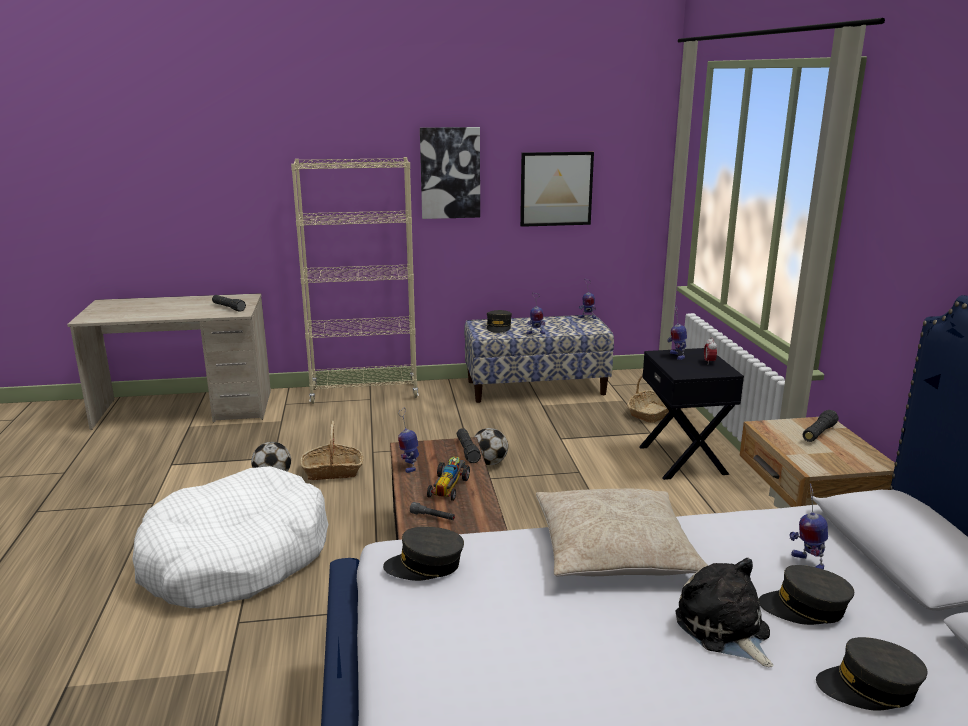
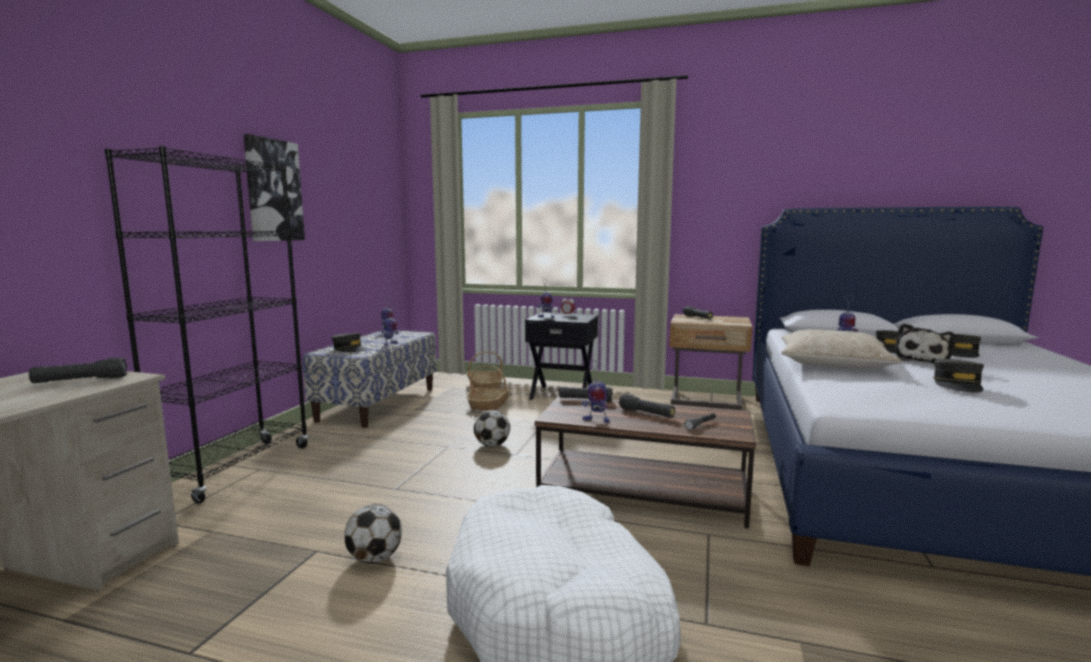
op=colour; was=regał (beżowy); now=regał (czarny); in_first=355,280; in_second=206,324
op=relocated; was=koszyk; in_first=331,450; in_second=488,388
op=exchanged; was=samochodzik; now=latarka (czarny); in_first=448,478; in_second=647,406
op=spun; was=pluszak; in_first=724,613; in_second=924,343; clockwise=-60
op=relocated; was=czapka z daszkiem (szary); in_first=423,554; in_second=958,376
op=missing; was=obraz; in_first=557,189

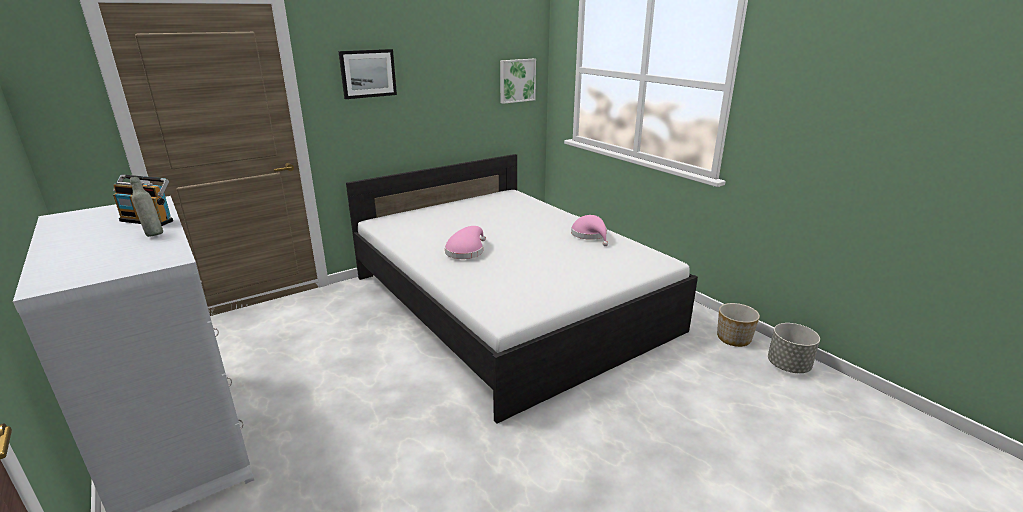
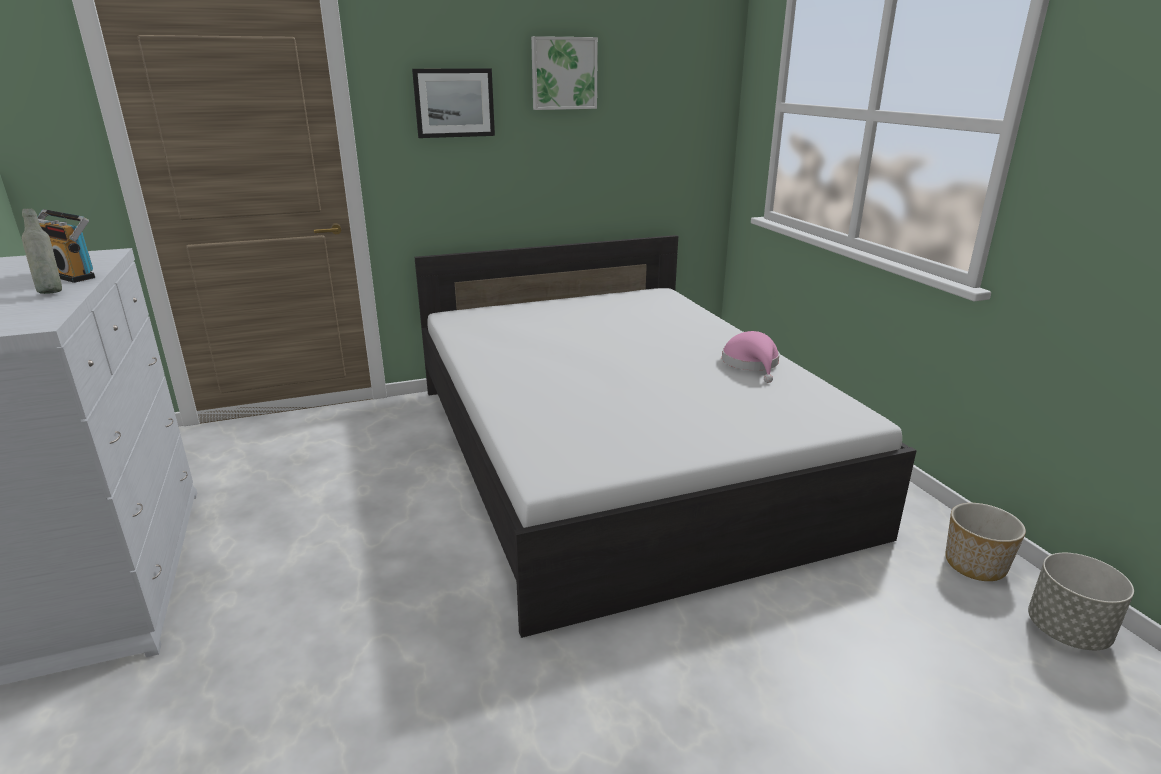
op=relocated; was=obraz; in_first=518,81; in_second=564,73
op=missing; was=kapelusz (różowy); in_first=465,242

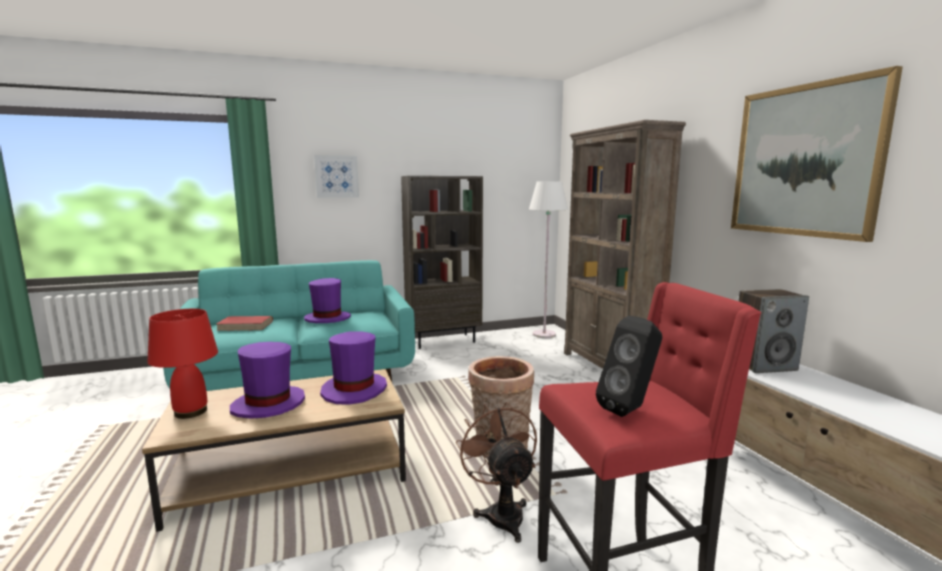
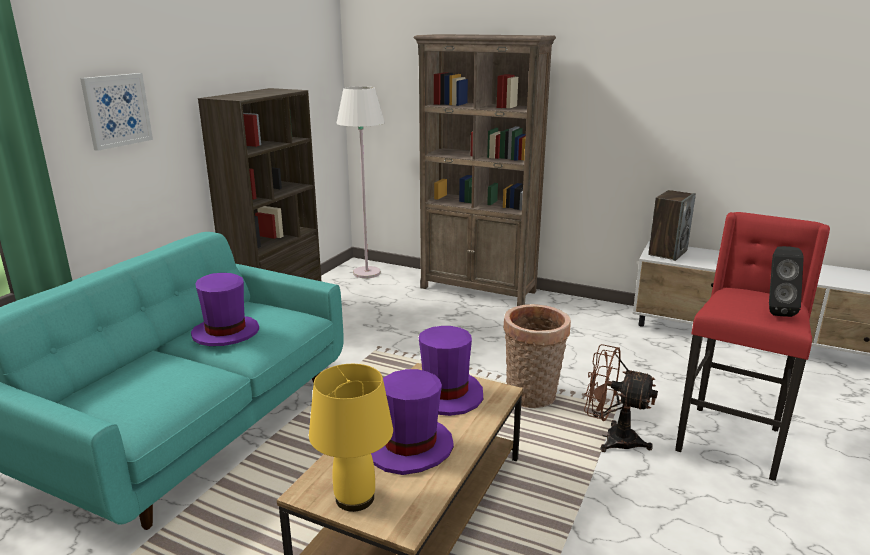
op=colour; was=lampa stołowa (czerwony); now=lampa stołowa (żółty); in_first=182,364; in_second=351,438
op=missing; was=książka (czerwony); in_first=244,323
op=missing; was=obraz; in_first=817,154

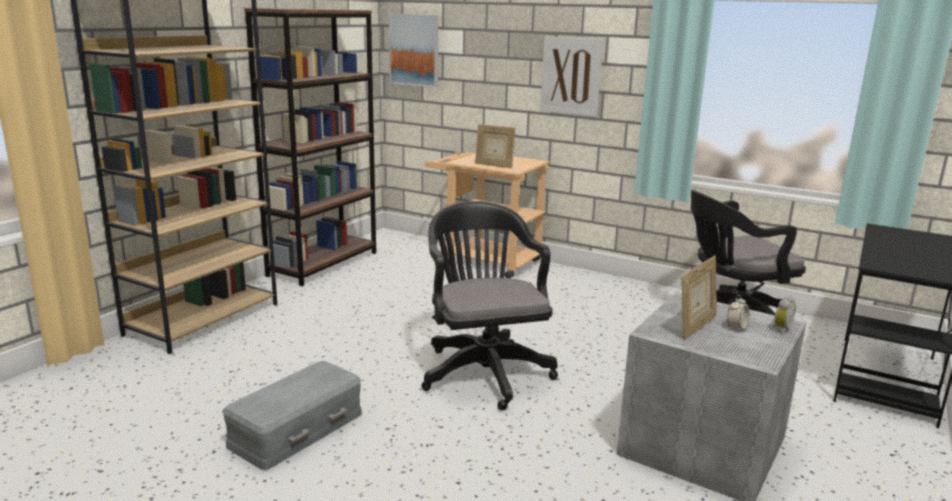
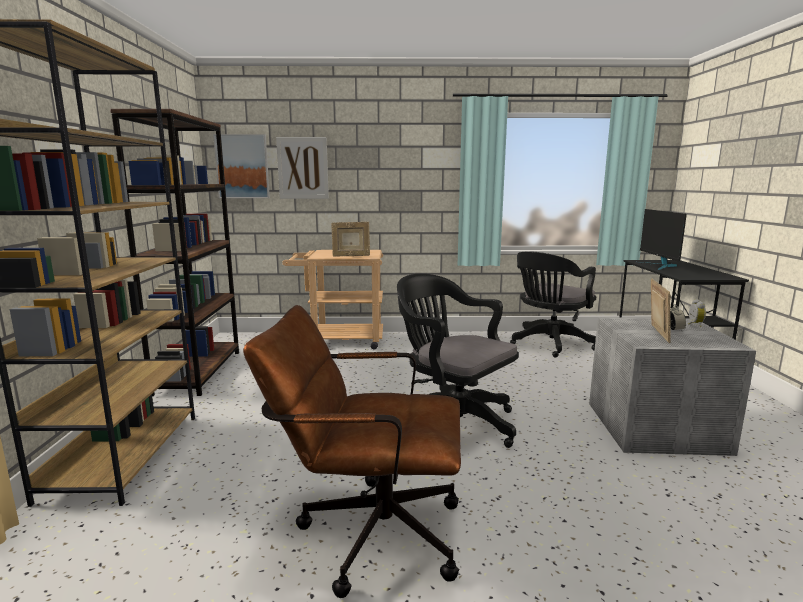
op=exchanged; was=pojemnik do przechowywania (szary); now=krzesło biurowe (brązowy); in_first=292,415; in_second=352,451
op=relocated; was=obraz; in_first=571,76; in_second=302,168
op=appeared; now=monitor; in_second=661,239

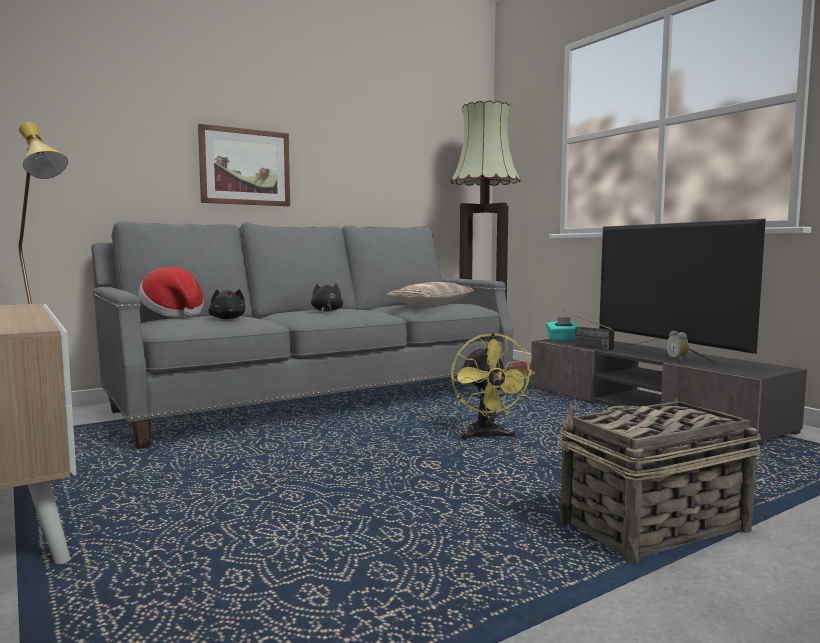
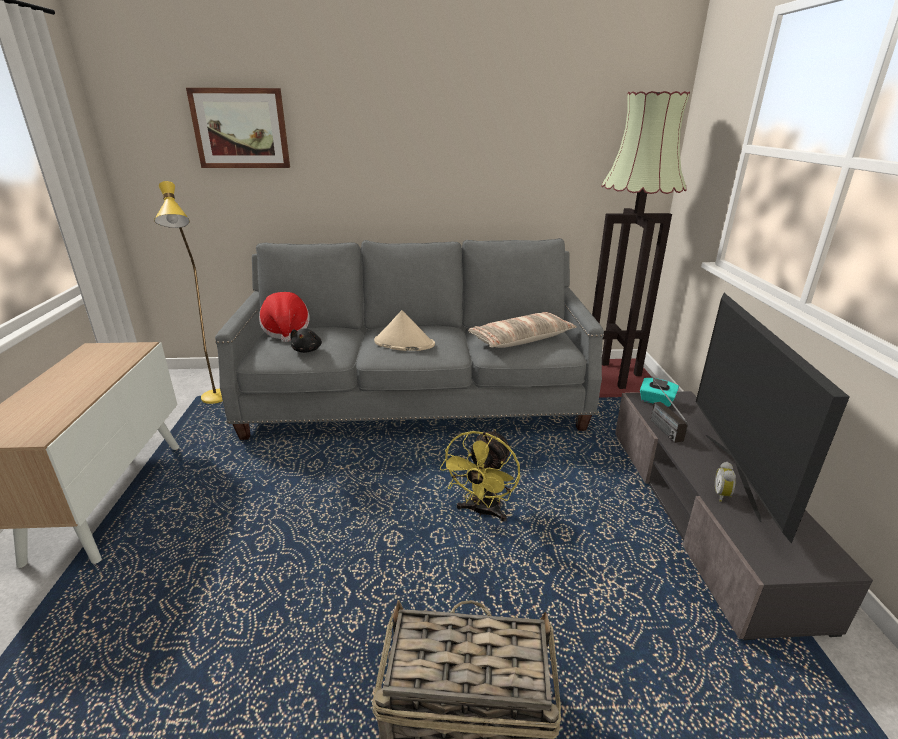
op=relocated; was=obraz; in_first=244,165; in_second=238,128
op=exchanged; was=pluszak (czarny); now=kapelusz (beżowy); in_first=327,297; in_second=404,330

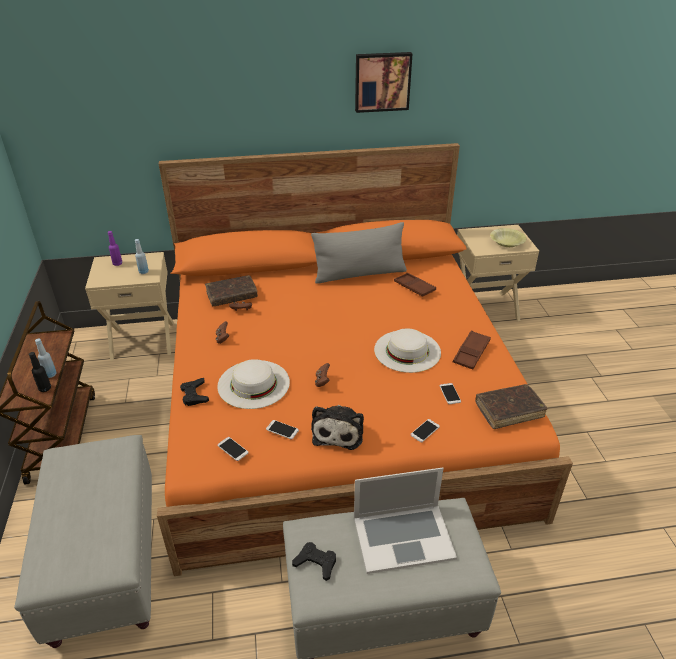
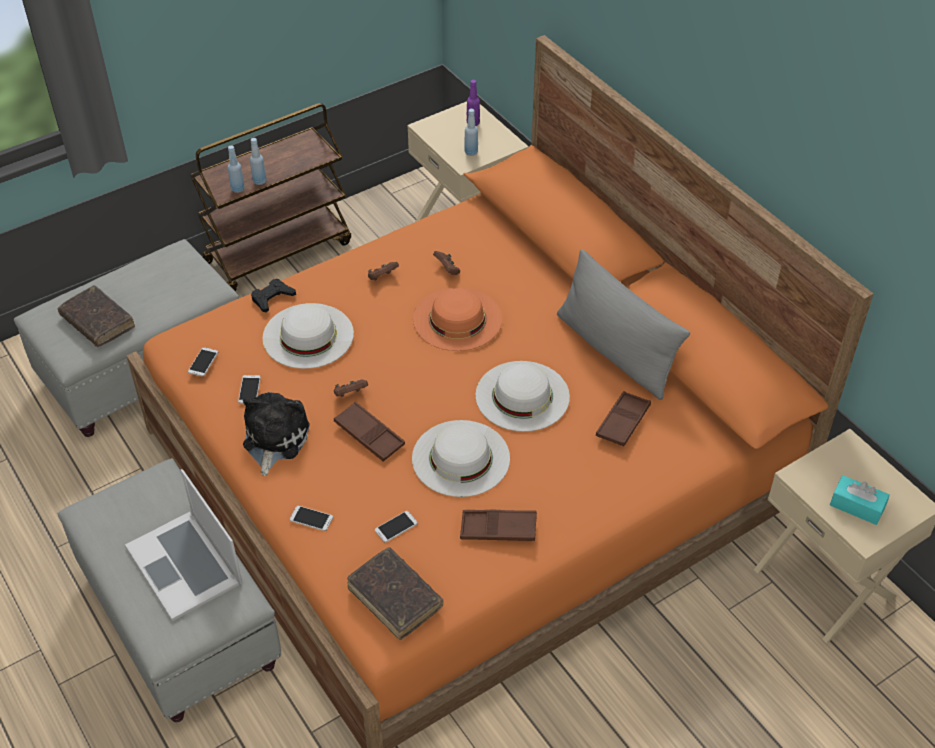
op=relocated; was=książka (brązowy); in_first=231,290; in_second=96,316
op=colour; was=butelka (czarny); now=butelka (niebieski); in_first=40,372; in_second=236,169
op=spun; was=pluszak; in_first=337,427; in_second=276,434; clockwise=120
op=appeared; now=taca (brązowy); in_second=369,432
op=appeared; now=kapelusz (pomarańczowy); in_second=457,319
op=appeared; now=kapelusz (biały); in_second=523,396
op=exchanged; was=miska (żółty); now=pudełko chusteczek (turkusowy); in_first=508,237; in_second=860,500
op=missing; was=pad do gier (czarny); in_first=314,561
op=missing; was=obraz; in_first=383,82

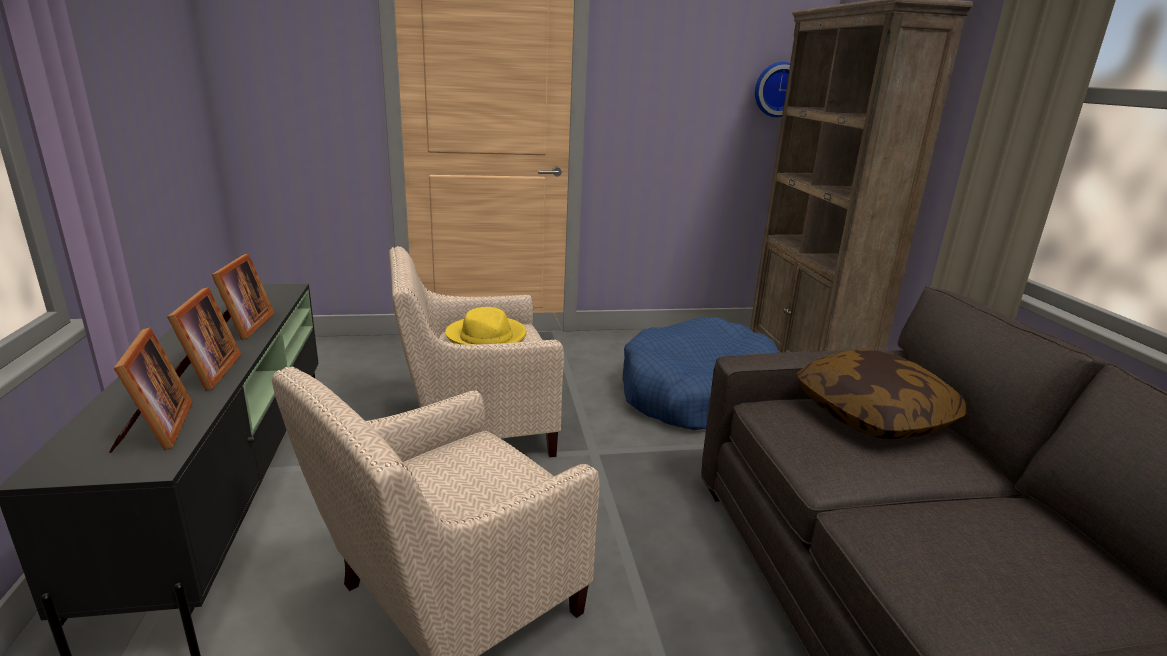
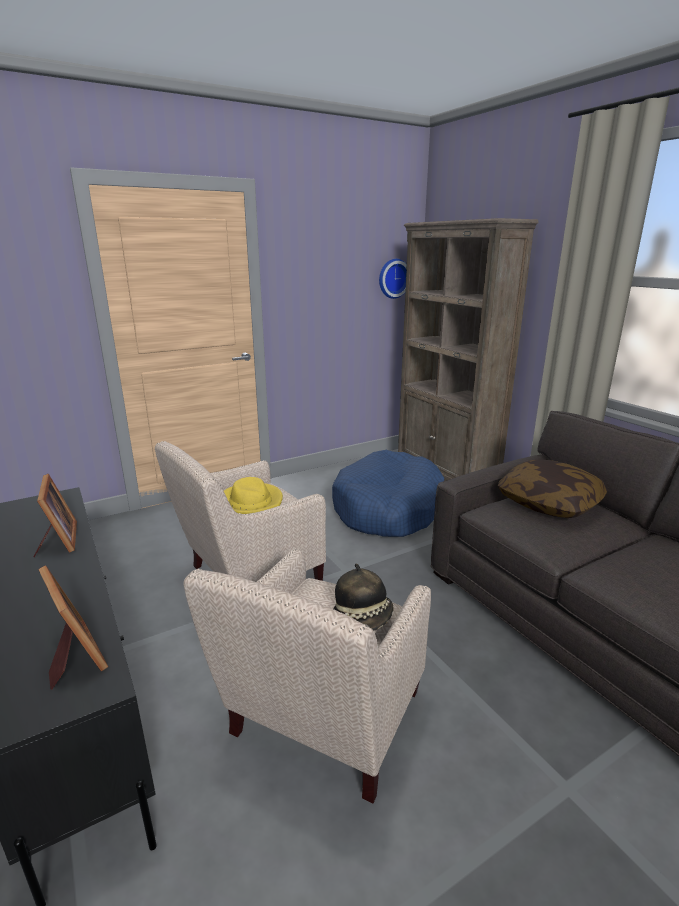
op=appeared; now=kapelusz; in_second=363,597
op=missing; was=ramka na zdjęcie; in_first=204,339

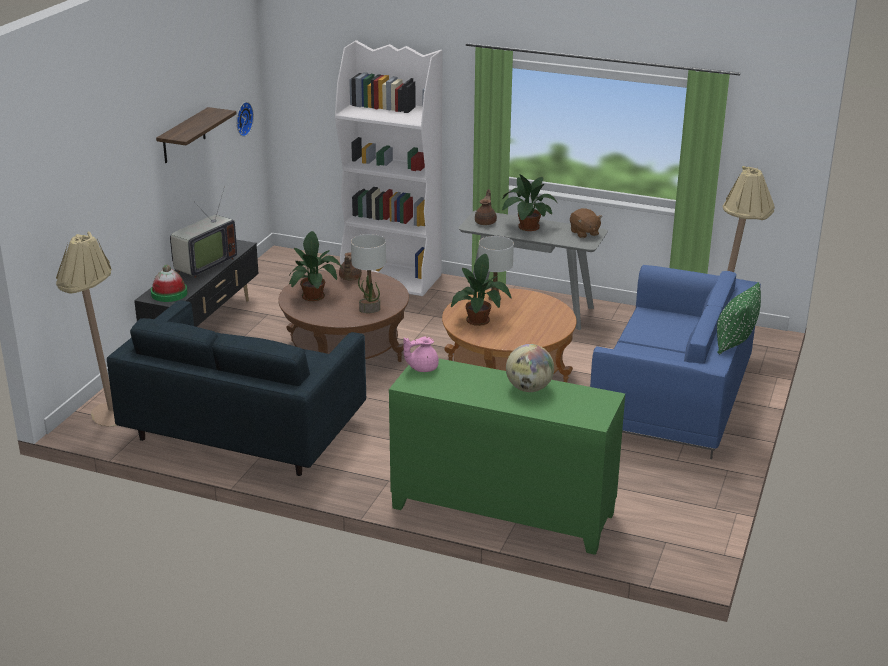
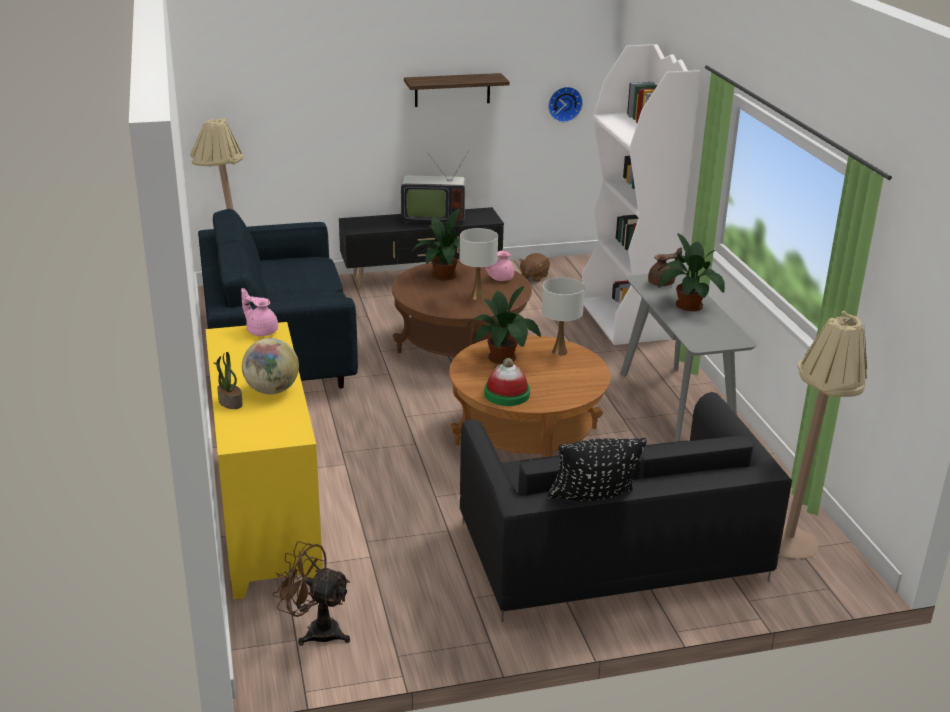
op=colour; was=szafka (zielony); now=szafka (żółty); in_first=507,456; in_second=264,460
op=relocated; was=roślina doniczkowa; in_first=369,294; in_second=228,380
op=appeared; now=wentylator (brązowy); in_second=311,593
op=colour; was=kanapa (niebieski); now=kanapa (czarny); in_first=675,362; in_second=626,507
op=relocated; was=kapelusz; in_first=169,283; in_second=507,382
op=colour; was=imbryk (brązowy); now=imbryk (różowy); in_first=350,266; in_second=499,266
op=relocated; was=pluszak (brązowy); in_first=586,223; in_second=534,267
op=colour; was=poduszka (zielony); now=poduszka (czarny); in_first=739,318; in_second=597,469

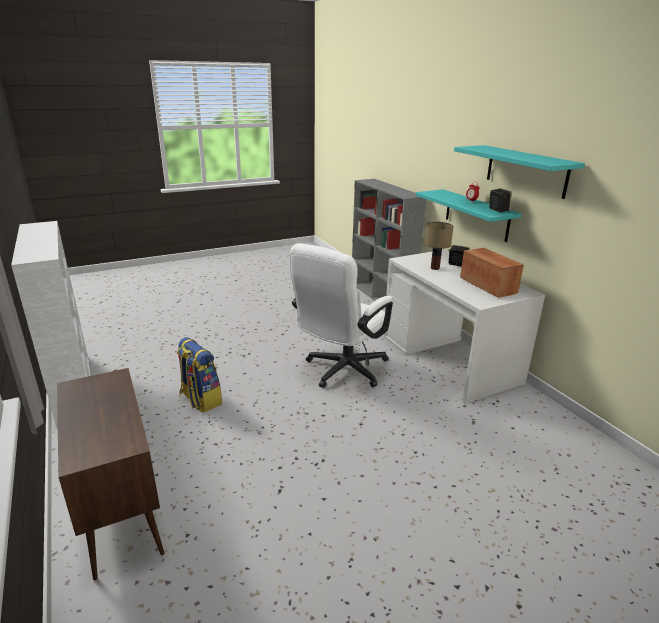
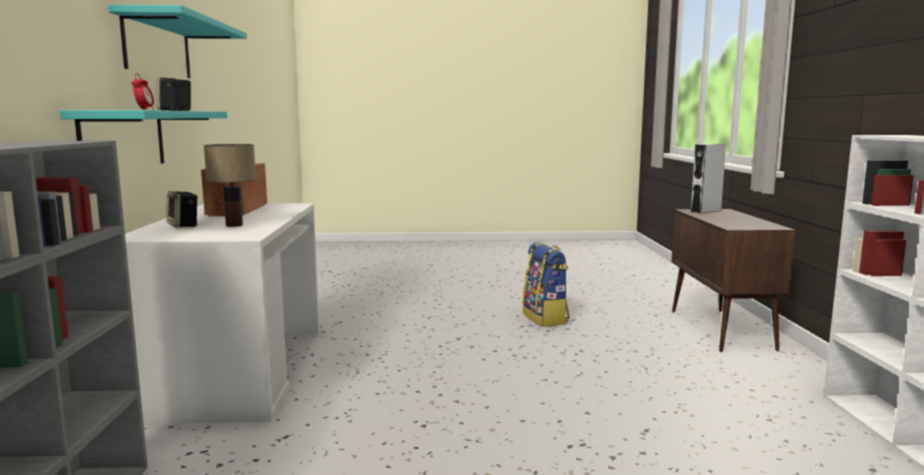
op=relocated; was=plecak; in_first=199,374; in_second=546,285
op=appeared; now=głośnik (szary); in_second=708,179
op=missing; was=krzesło biurowe (biały); in_first=341,315

